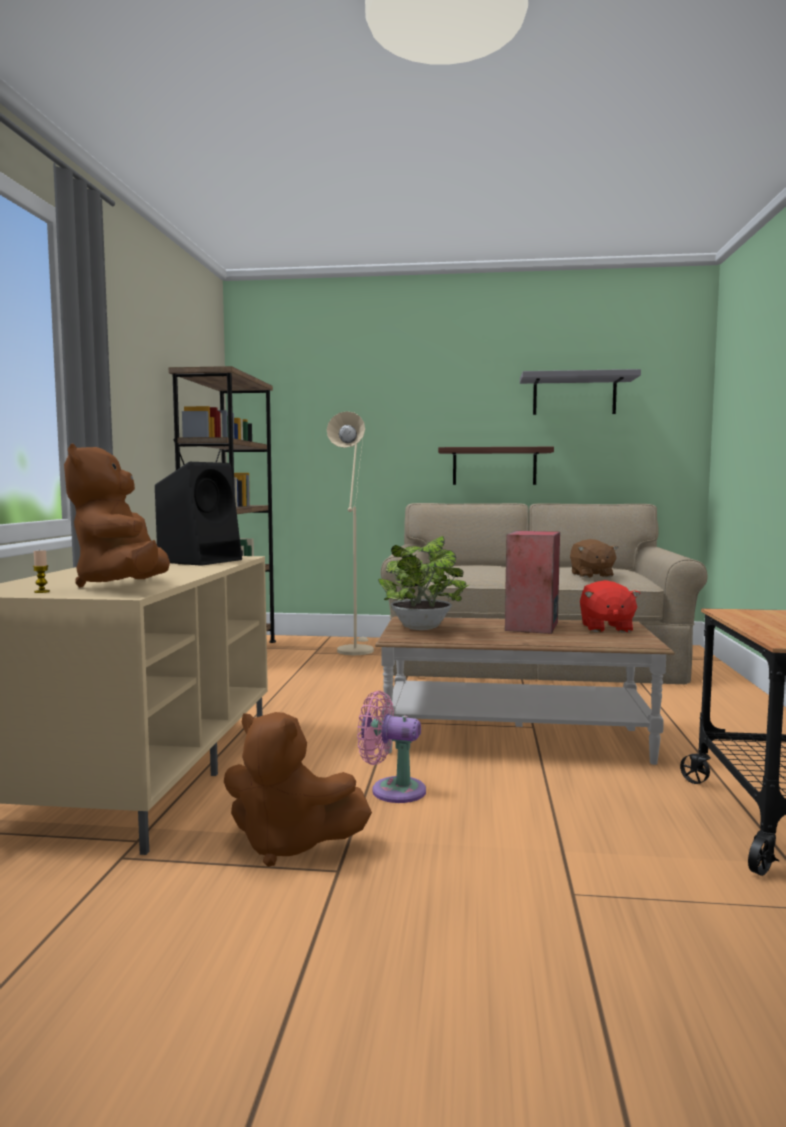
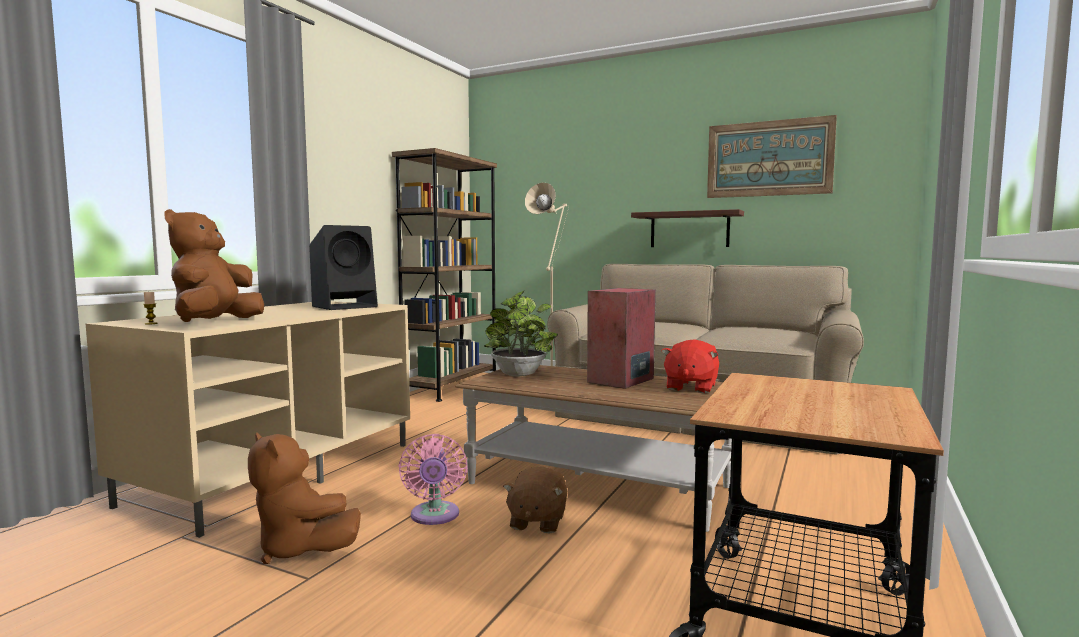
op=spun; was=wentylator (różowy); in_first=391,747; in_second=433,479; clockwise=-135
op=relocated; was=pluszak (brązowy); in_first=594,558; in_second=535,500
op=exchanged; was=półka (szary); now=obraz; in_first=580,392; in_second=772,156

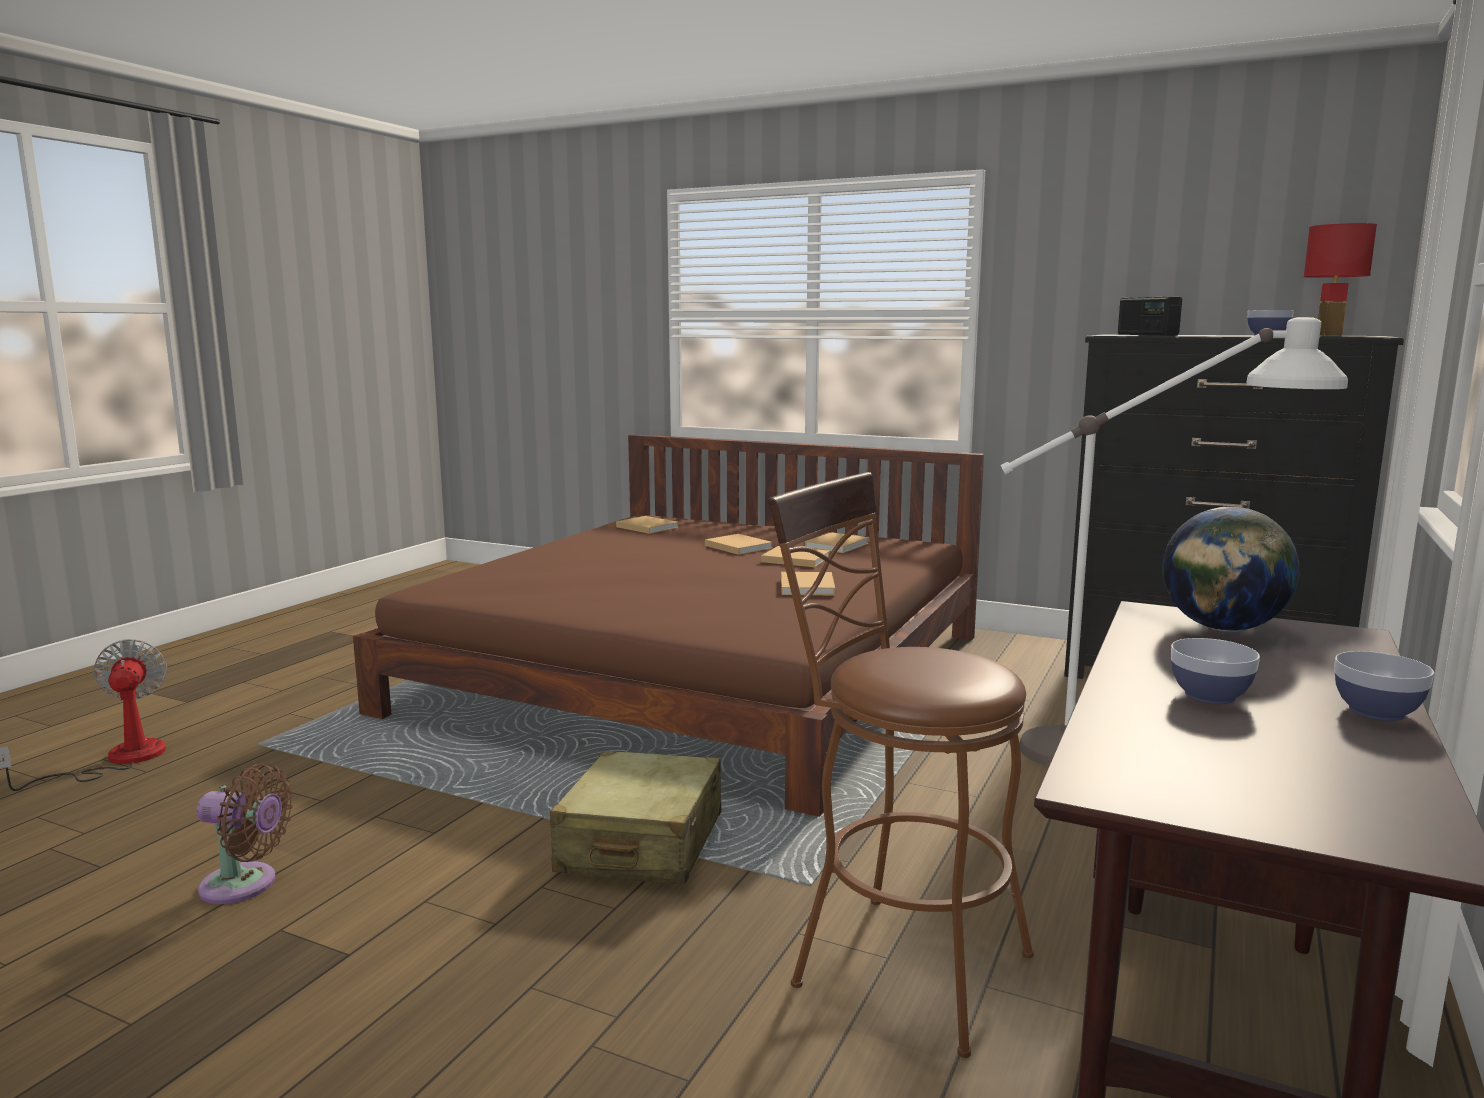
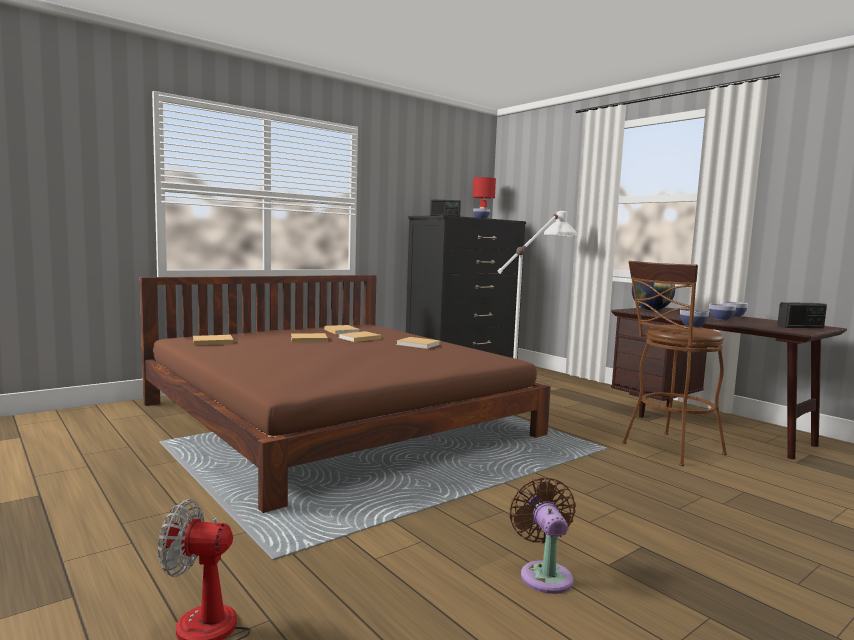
op=spun; was=wentylator (brązowy); in_first=245,833; in_second=542,535; clockwise=-45
op=appeared; now=miska; in_second=694,318
op=appeared; now=radio; in_second=802,315
op=missing; was=walizka (beżowy); in_first=635,817

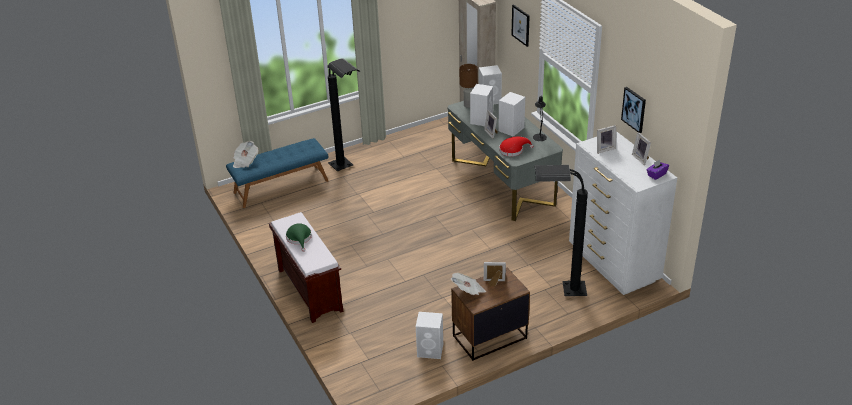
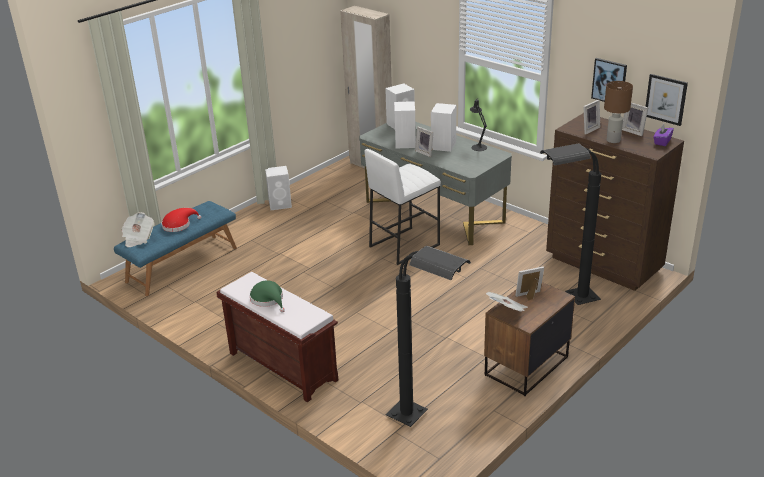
op=relocated; was=kapelusz (czerwony); in_first=516,146; in_second=181,220
op=relocated; was=głośnik (biały); in_first=429,335; in_second=278,188
op=appeared; now=stołek (biały); in_second=402,207
op=relocated; was=lampa stojąca (czarny); in_first=343,114; in_second=428,336
op=colour; was=komoda (biały); now=komoda (brązowy); in_first=623,213; in_second=615,202
op=relocated; was=lampa stołowa (brązowy); in_first=468,86; in_second=618,112
op=relocated; was=obraz; in_first=521,25; in_second=667,100

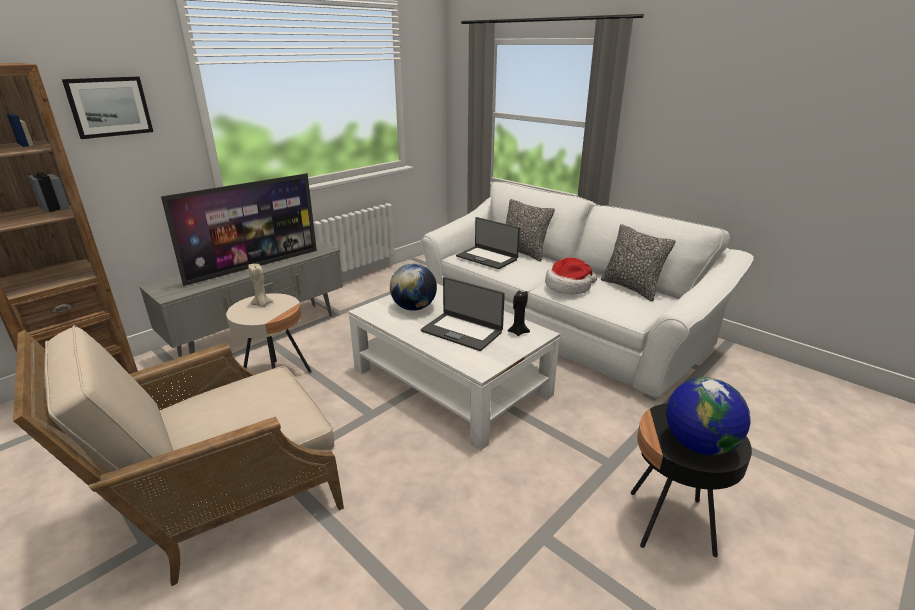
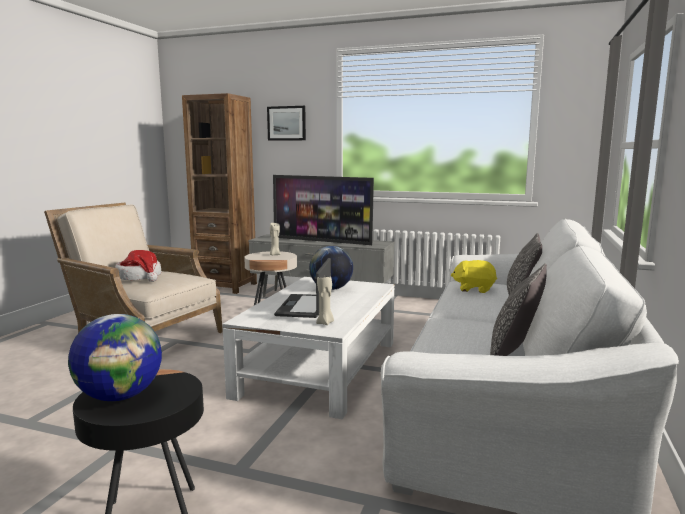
op=relocated; was=kapelusz; in_first=571,276; in_second=138,266
op=colour; was=świeca (czarny); now=świeca (beżowy); in_first=518,313; in_second=325,300
op=exchanged; was=laptop; now=pluszak (żółty); in_first=488,243; in_second=474,276

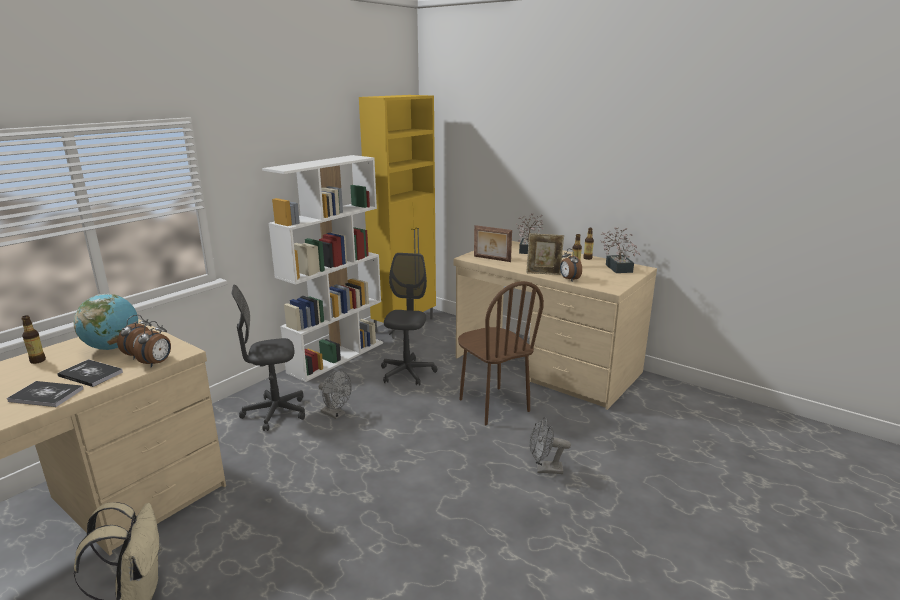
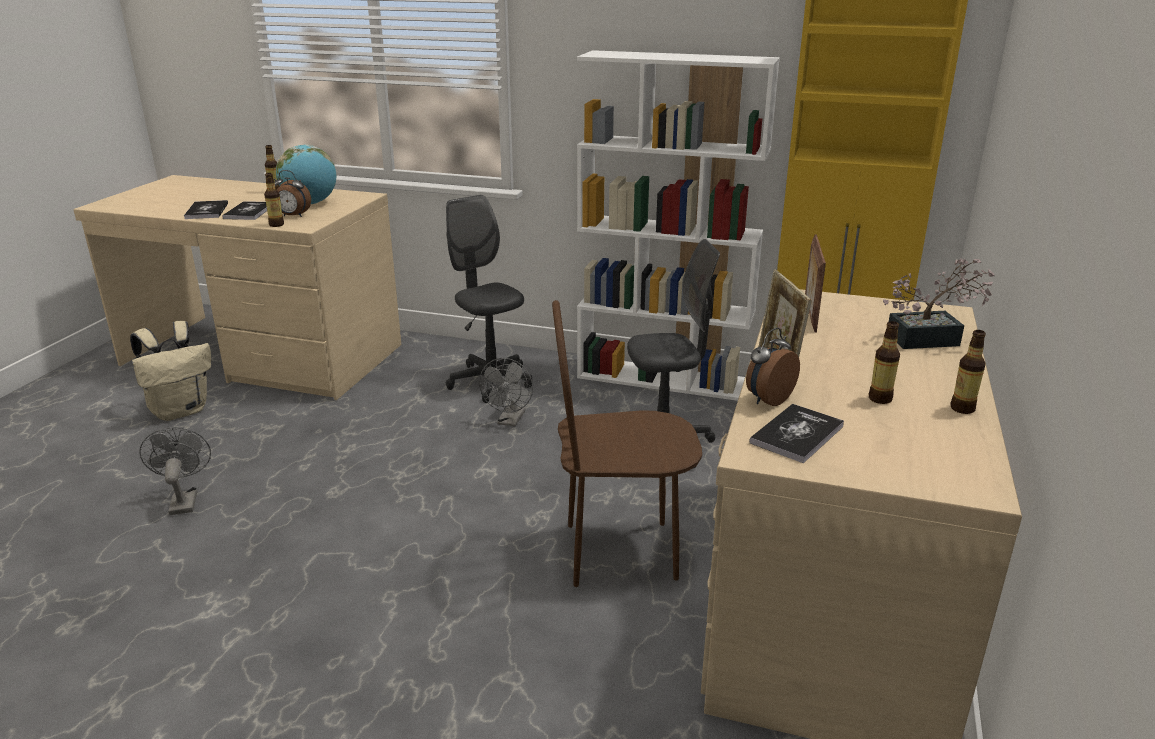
op=relocated; was=wentylator (szary); in_first=550,445; in_second=175,471
op=exchanged; was=budzik; now=butelka; in_first=152,344; in_second=274,200
op=spun; was=krzesło (brązowy); in_first=501,353; in_second=627,443; clockwise=45
op=appeared; now=książka; in_second=796,433
op=missing; was=roślina doniczkowa; in_first=620,250

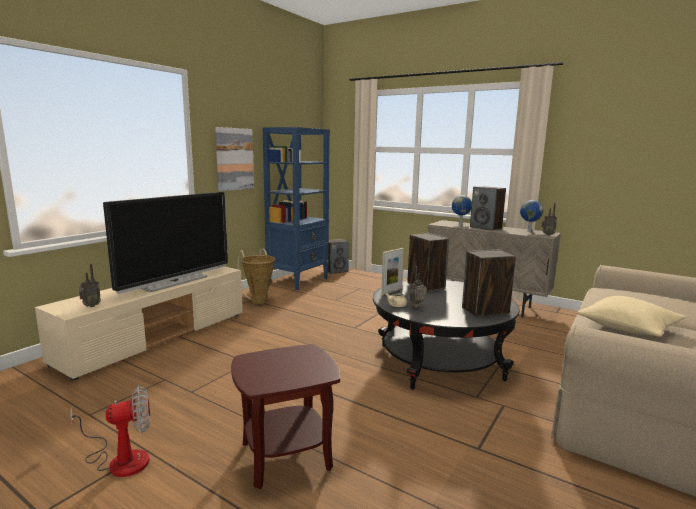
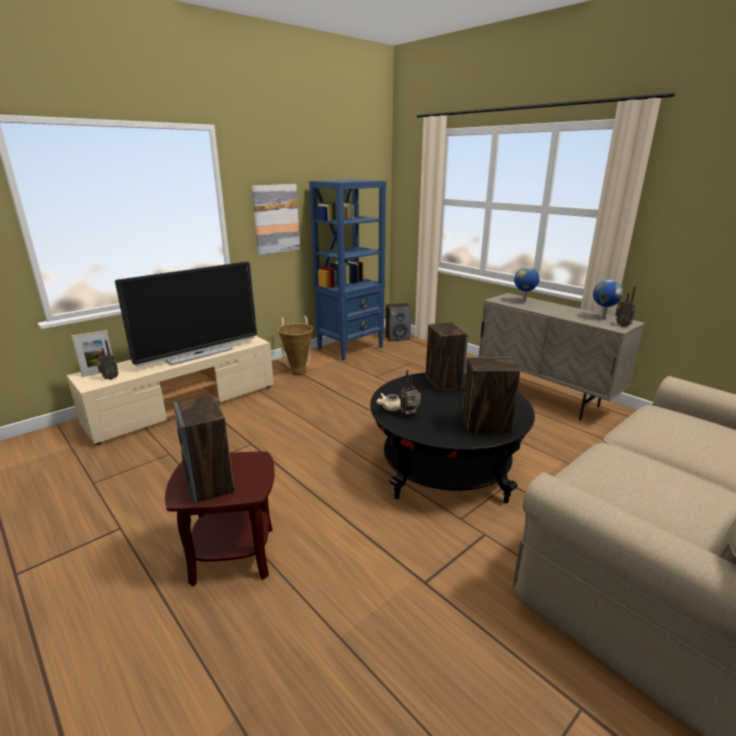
op=relocated; was=ramka na zdjęcie; in_first=392,271; in_second=92,353
op=relocated; was=głośnik; in_first=488,208; in_second=204,449
op=missing; was=wentylator; in_first=110,431
op=missing; was=poduszka (beżowy); in_first=631,316

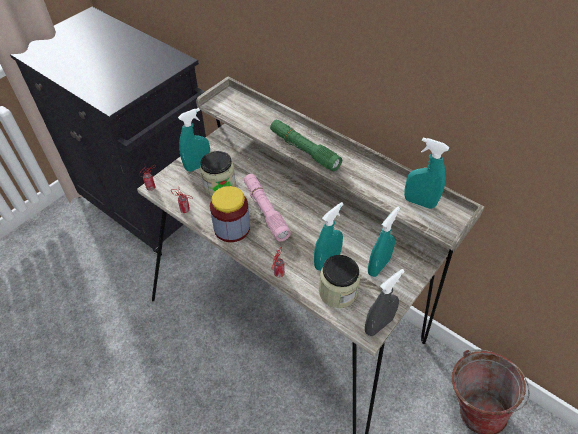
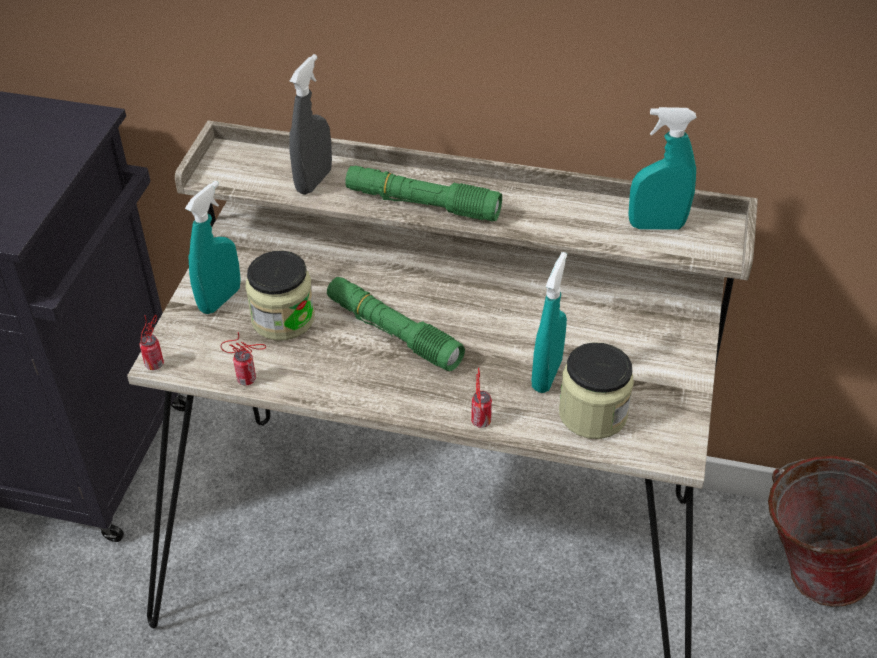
op=relocated; was=spryskiwacz (szary); in_first=385,302; in_second=311,124
op=colour; was=latarka (różowy); now=latarka (zielony); in_first=267,208; in_second=396,324
op=missing; was=słoik; in_first=230,214
op=missing; was=spryskiwacz (turkusowy); in_first=384,242

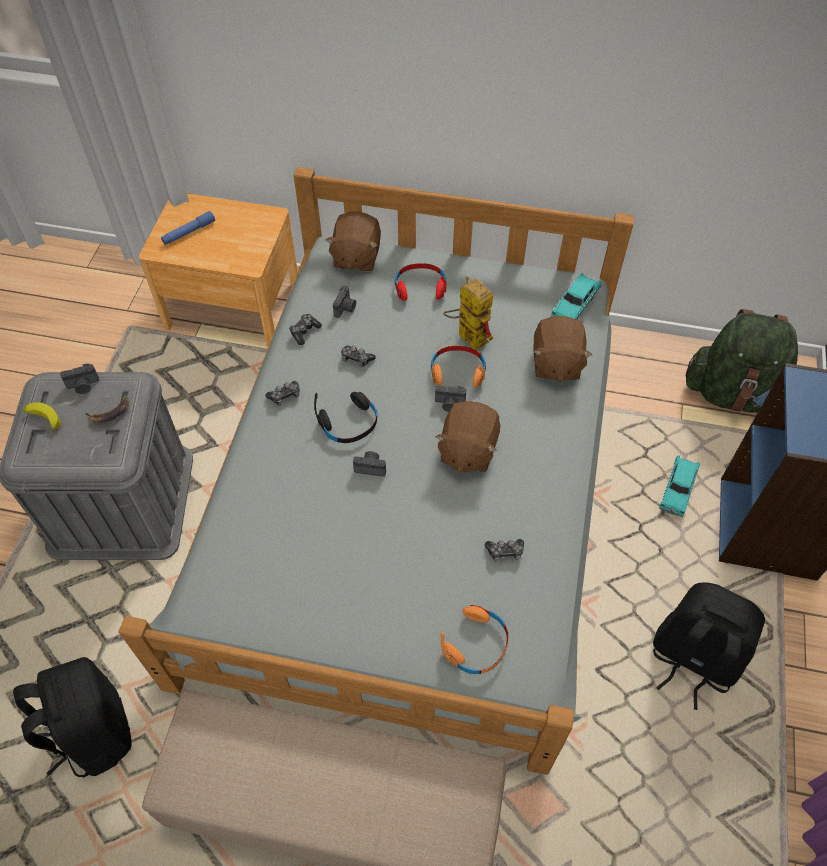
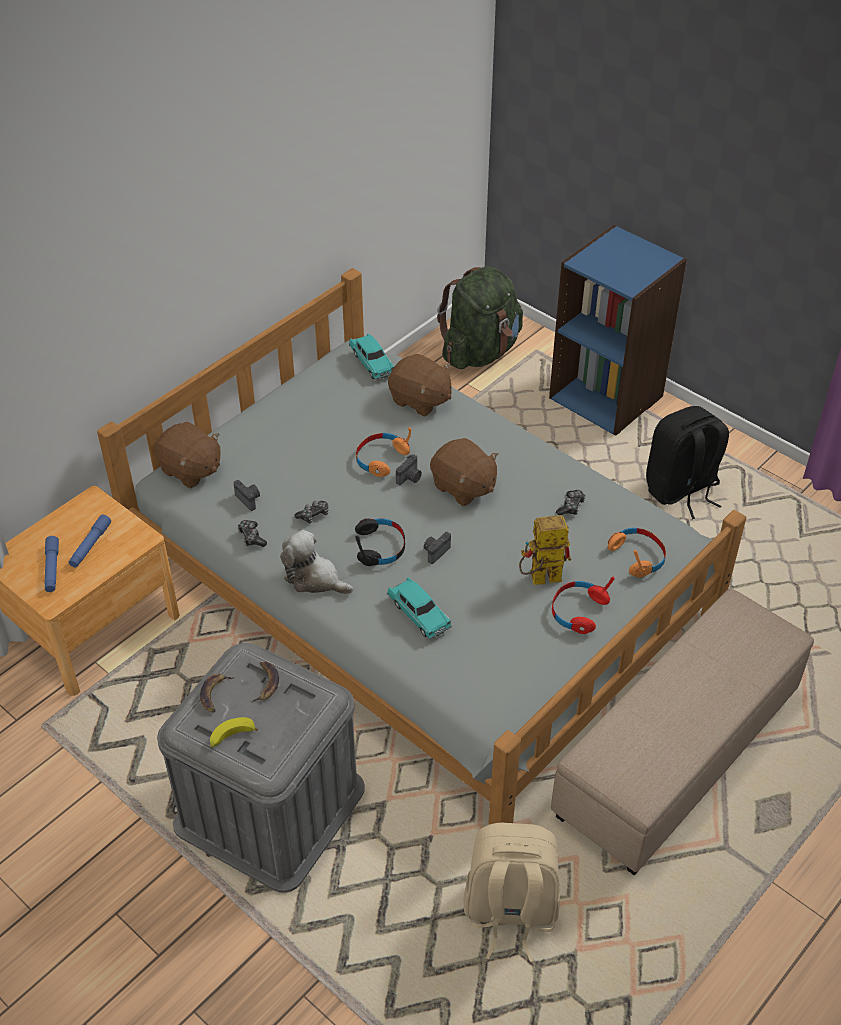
op=appeared; now=latarka (niebieski); in_second=90,541
op=exchanged; was=aparat fotograficzny; now=banan; in_first=79,378; in_second=217,693
op=exchanged; was=pad do gier; now=pluszak; in_first=283,393; in_second=316,562
op=relocated; was=samochodzik (turkusowy); in_first=679,486; in_second=419,608
op=colour; was=plecak (czarny); now=plecak (beżowy); in_first=72,717; in_second=512,892
op=relocated; was=robot zabawkowy; in_first=468,313; in_second=545,550
op=relocated; was=słuchawki (czerwony); in_first=421,282; in_second=583,605

